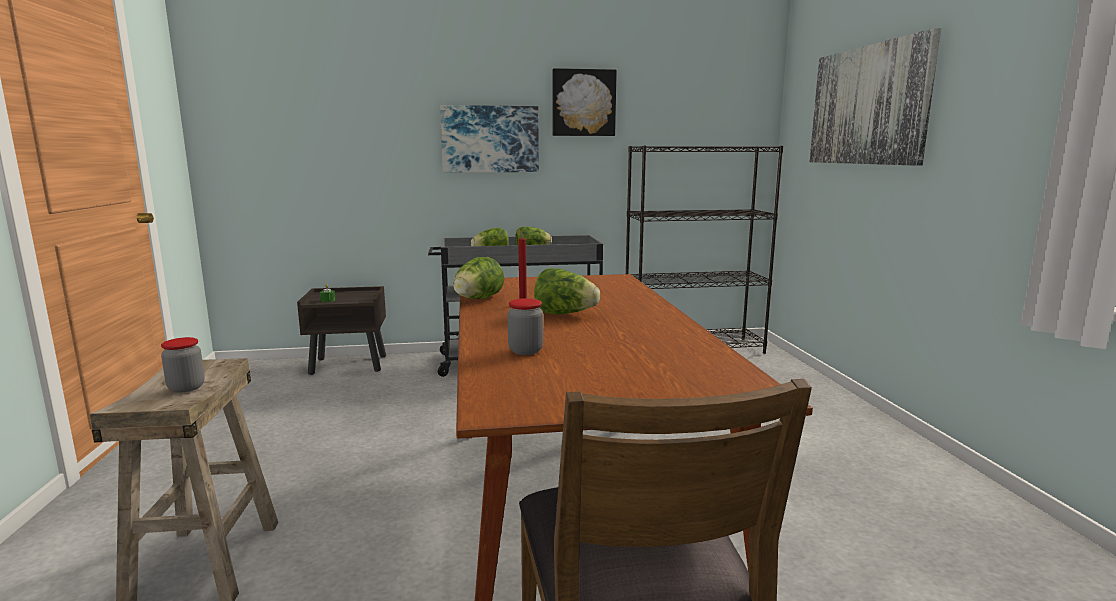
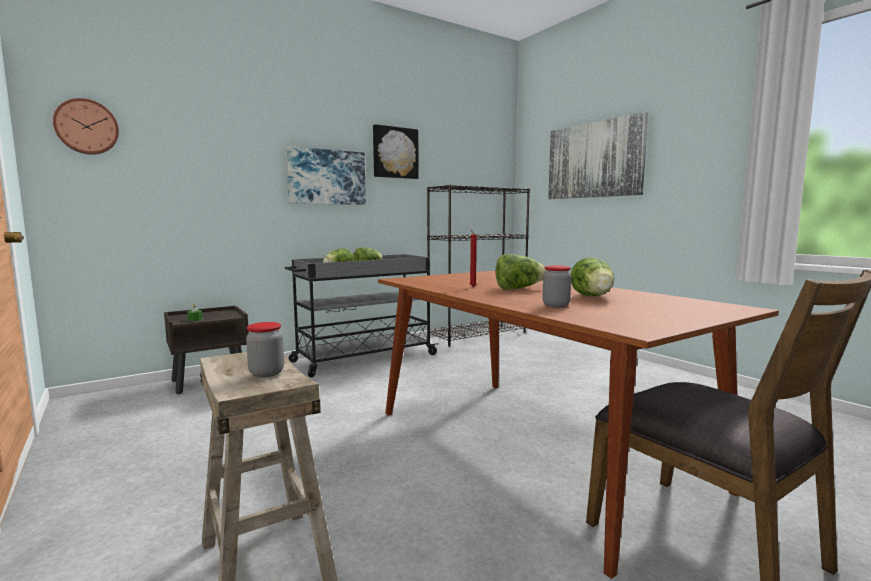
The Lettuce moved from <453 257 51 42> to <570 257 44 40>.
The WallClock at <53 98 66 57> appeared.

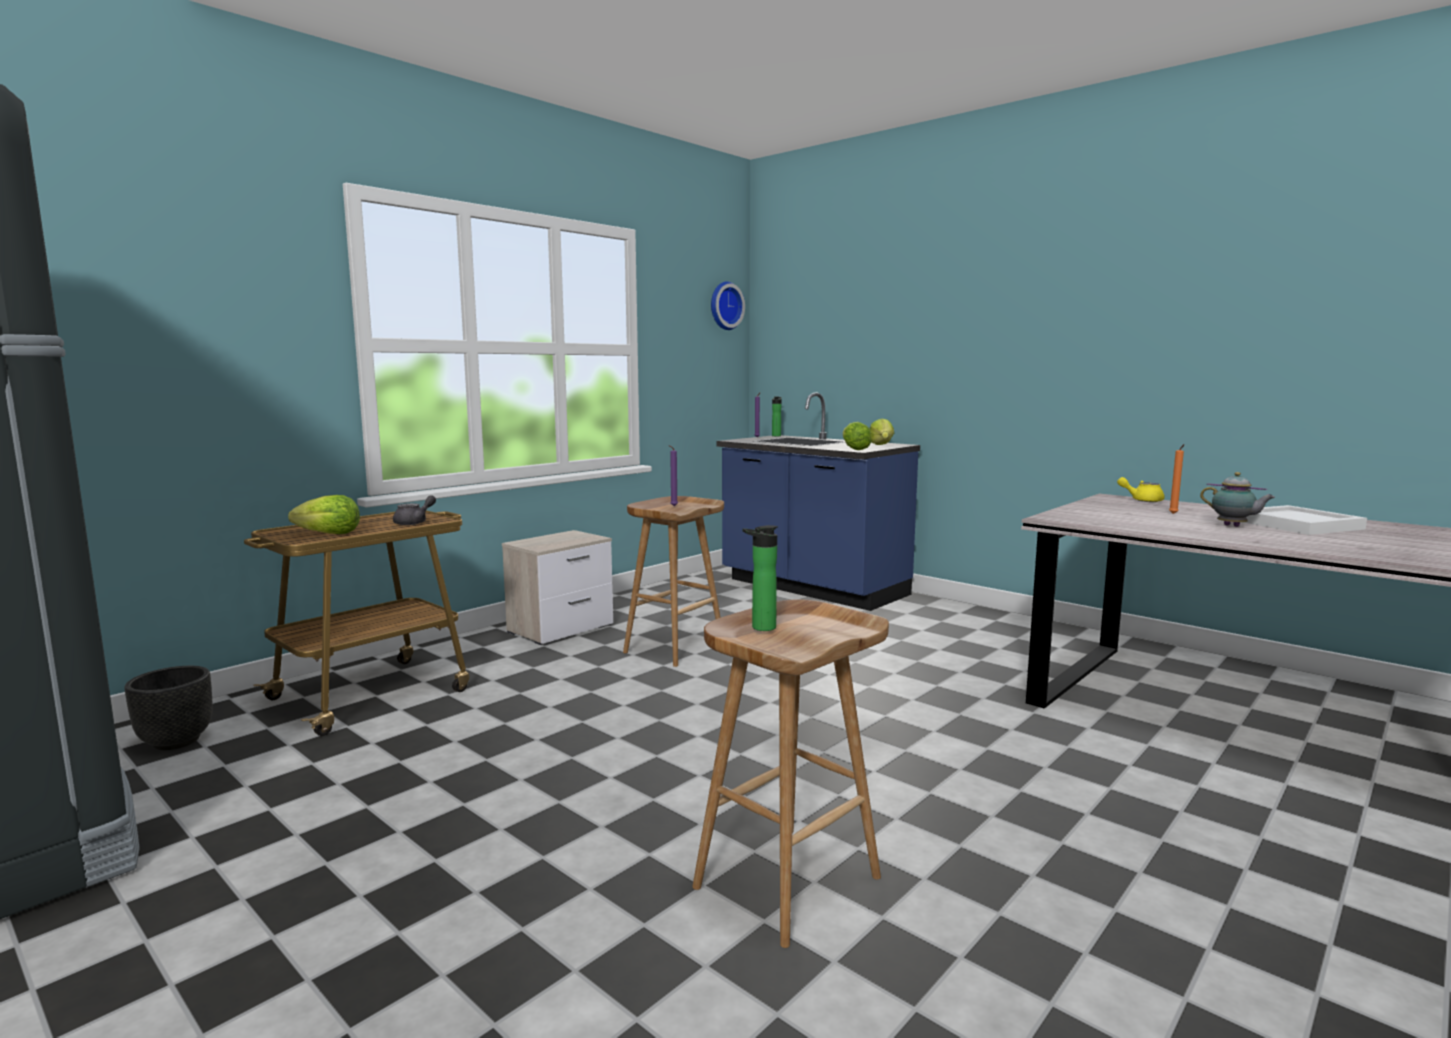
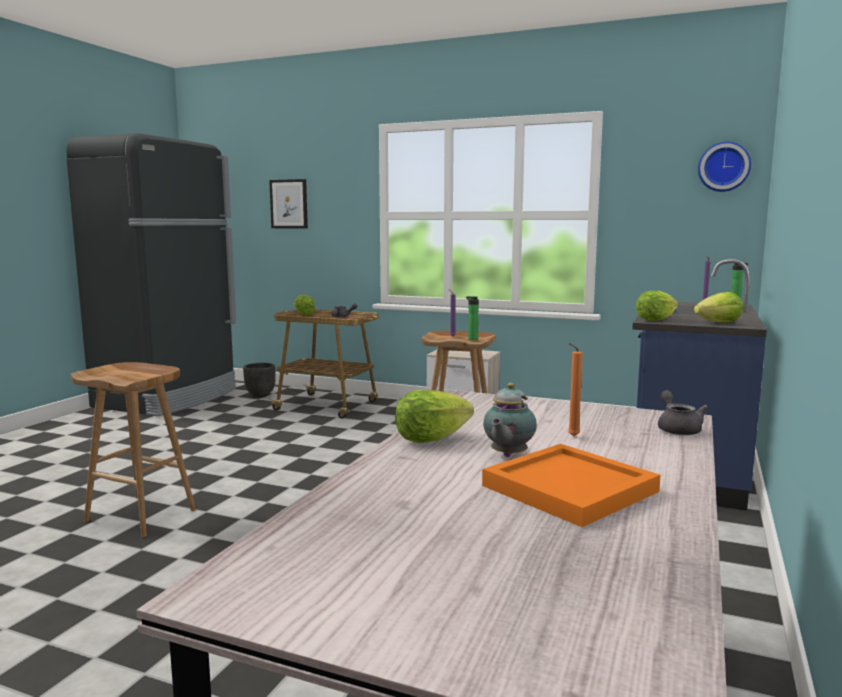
The Bottle moved from <743 525 35 106> to <466 296 13 44>.
The YellowTeapot at <1117 477 48 25> became the GreyTeapot at <658 390 50 45>.
The WhiteTray at <1243 505 124 30> became the OrangeTray at <482 444 178 83>.
The Picture at <269 179 39 49> appeared.
The Lettuce at <395 390 79 53> appeared.

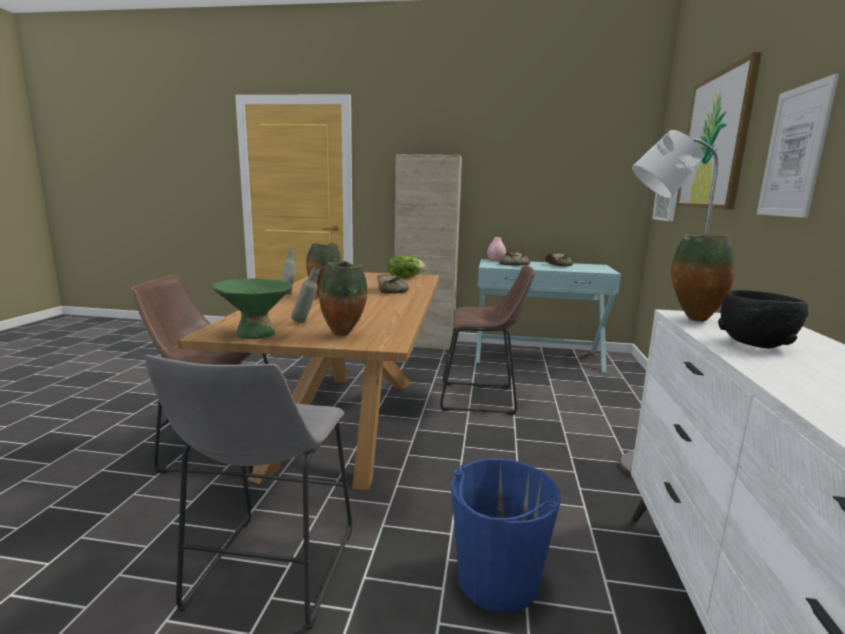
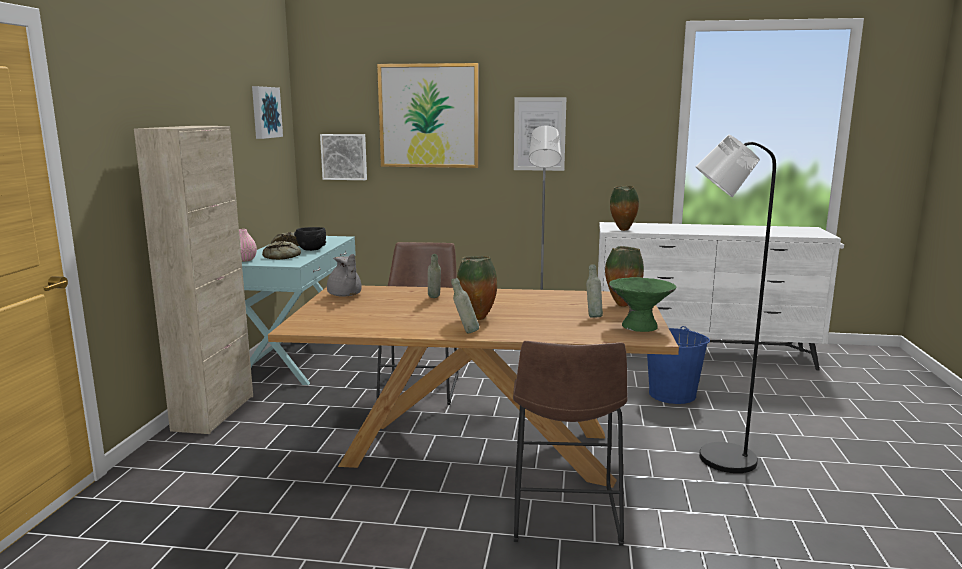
The GreyStool at <145 355 207 275> was replaced by the BlackFloorLamp at <696 134 80 339>.
The Bread at <378 274 31 20> was replaced by the GreyBottle at <428 254 13 44>.
The Lettuce at <388 255 38 22> was replaced by the GreyTeapot at <327 254 35 43>.
The BlackBowl moved from <718 290 90 58> to <294 227 32 24>.
The Picture at <252 86 31 53> appeared.

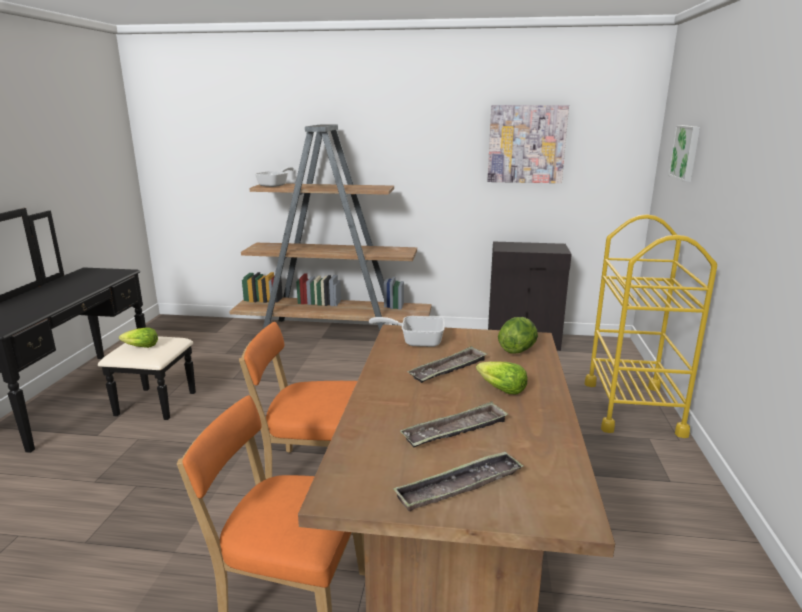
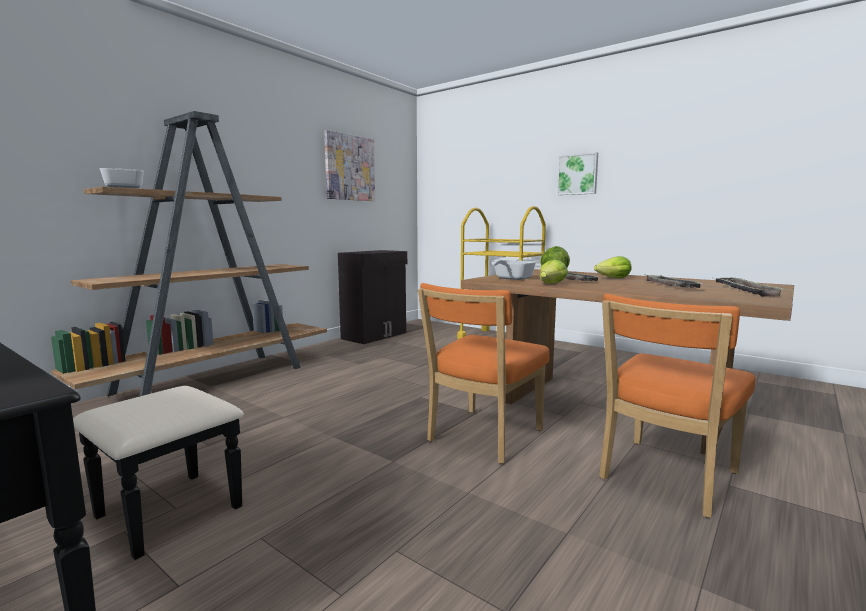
The Lettuce moved from <119 328 39 20> to <540 259 28 25>.
The Picture moved from <668 125 32 57> to <557 152 41 43>.

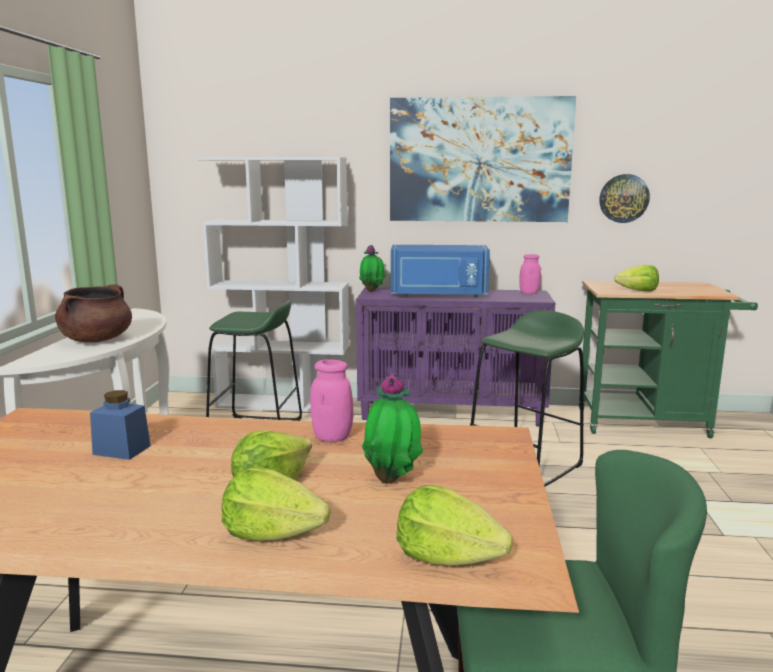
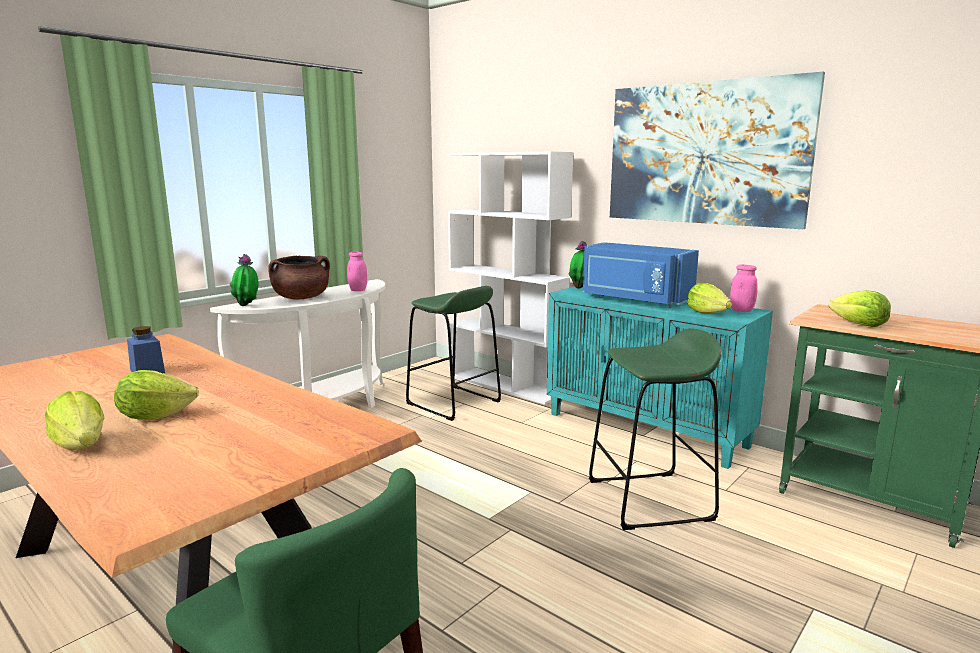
The PinkJar moved from <310 359 43 83> to <347 252 20 39>.
The PurpleCabinet at <356 287 199 140> became the TurquoiseCabinet at <547 287 226 182>.
The PottedPlant moved from <362 373 61 111> to <230 254 28 52>.
The Lettuce moved from <396 485 117 81> to <687 283 45 30>.
The WallClock at <599 174 51 49> disappeared.

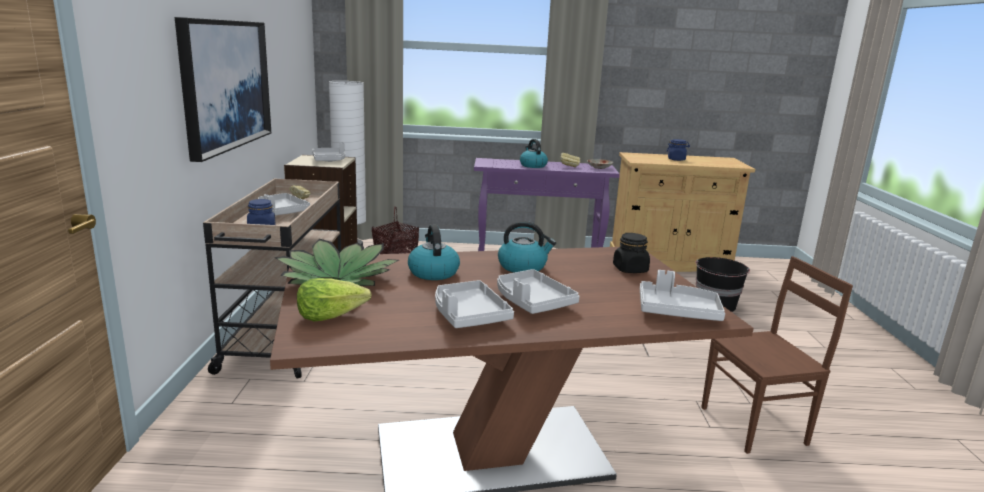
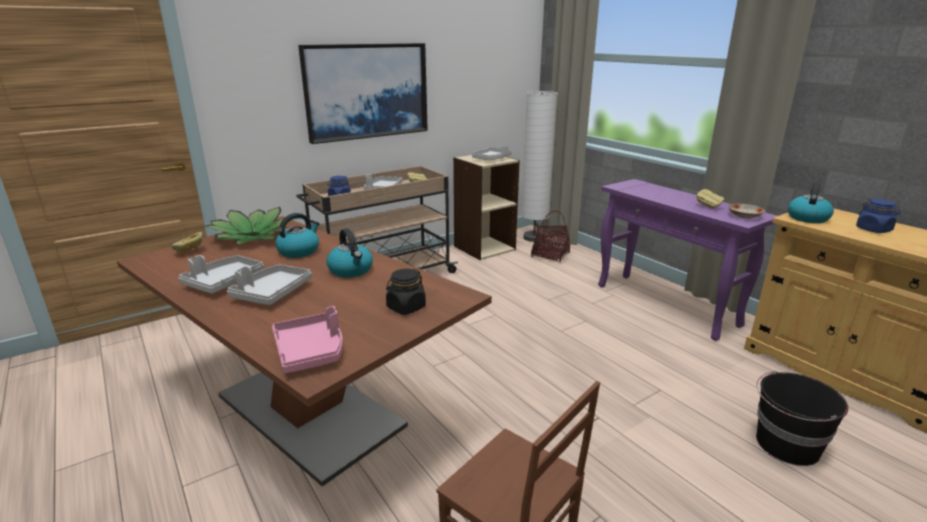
The Lettuce at <297 278 75 43> was replaced by the Bread at <171 232 32 22>.
The Kettle moved from <520 139 28 29> to <788 182 46 41>.
The GreyTray at <640 270 85 51> became the PinkTray at <272 306 71 67>.

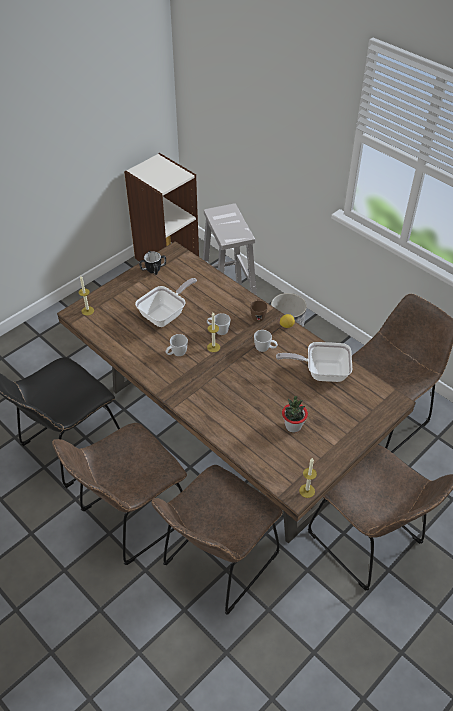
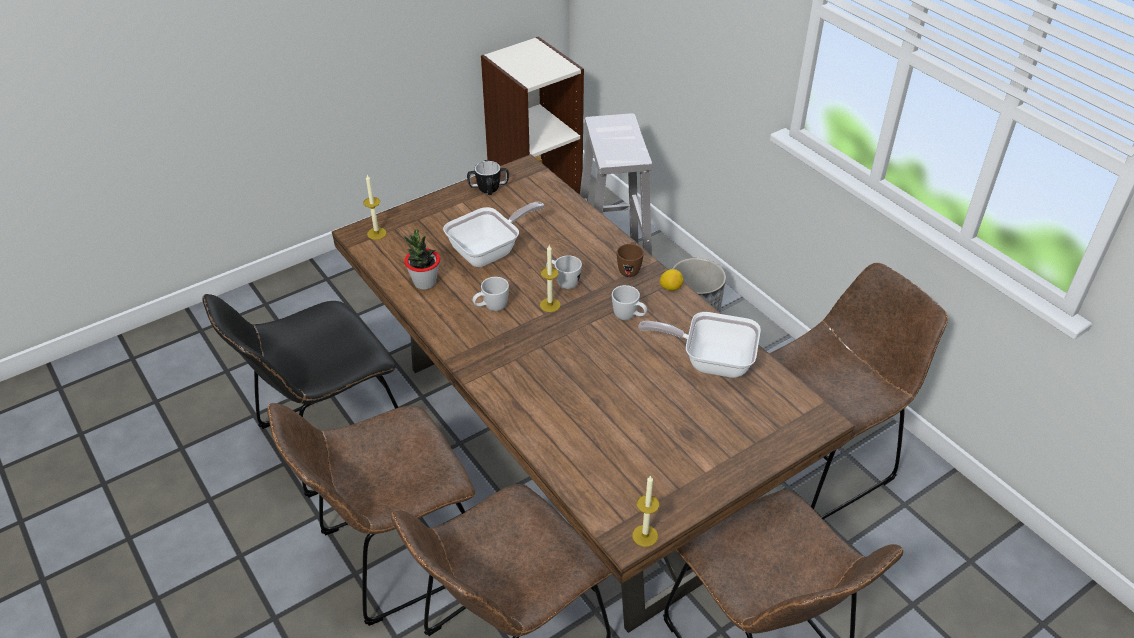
The PottedPlant moved from <282 396 26 37> to <404 230 36 60>.

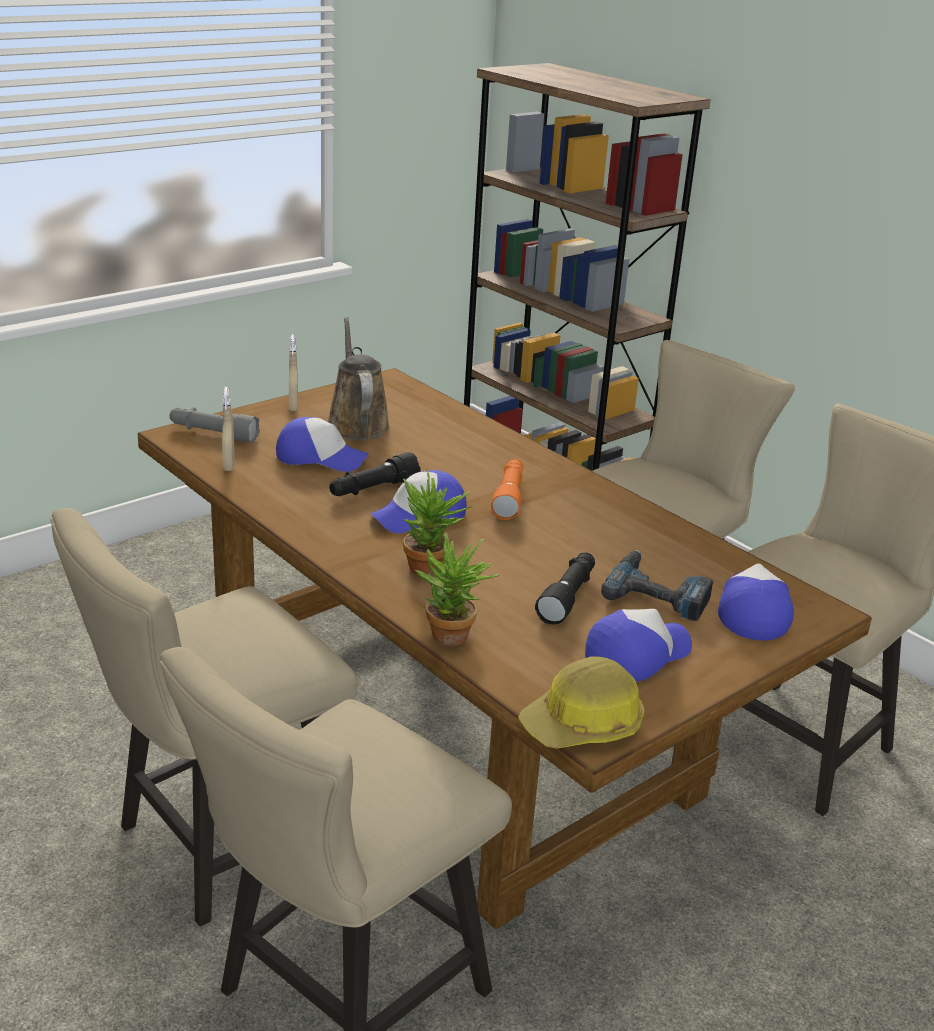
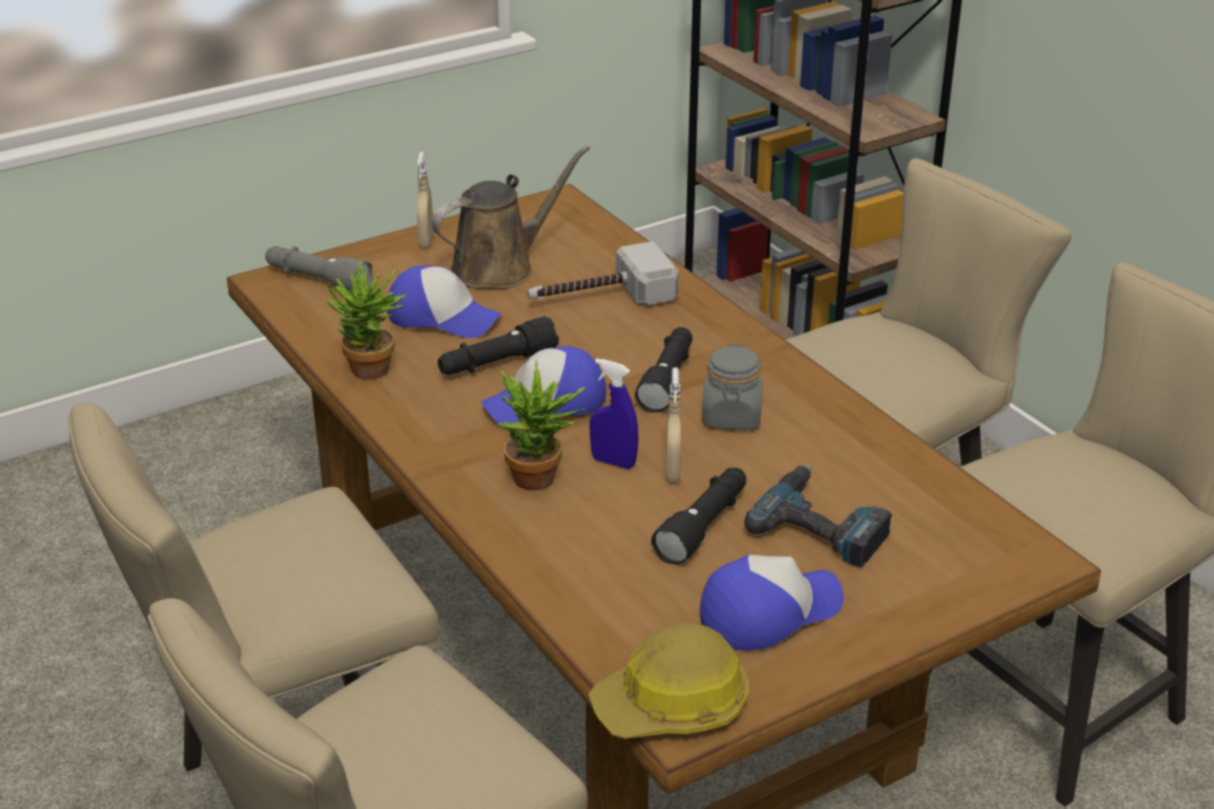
The BeigeSprayBottle moved from <222 387 13 84> to <666 367 15 115>.
The BrownWateringCan at <327 317 64 123> turned 60 degrees clockwise.
The PottedPlant moved from <415 532 85 114> to <326 261 81 119>.
The OrangeFlashlight at <491 459 33 61> became the BlackFlashlight at <635 327 58 86>.
The Cap at <718 563 76 78> disappeared.
The Hammer at <527 241 152 65> appeared.
The BlueSprayBottle at <590 358 48 111> appeared.
The GreyJar at <702 344 61 86> appeared.

